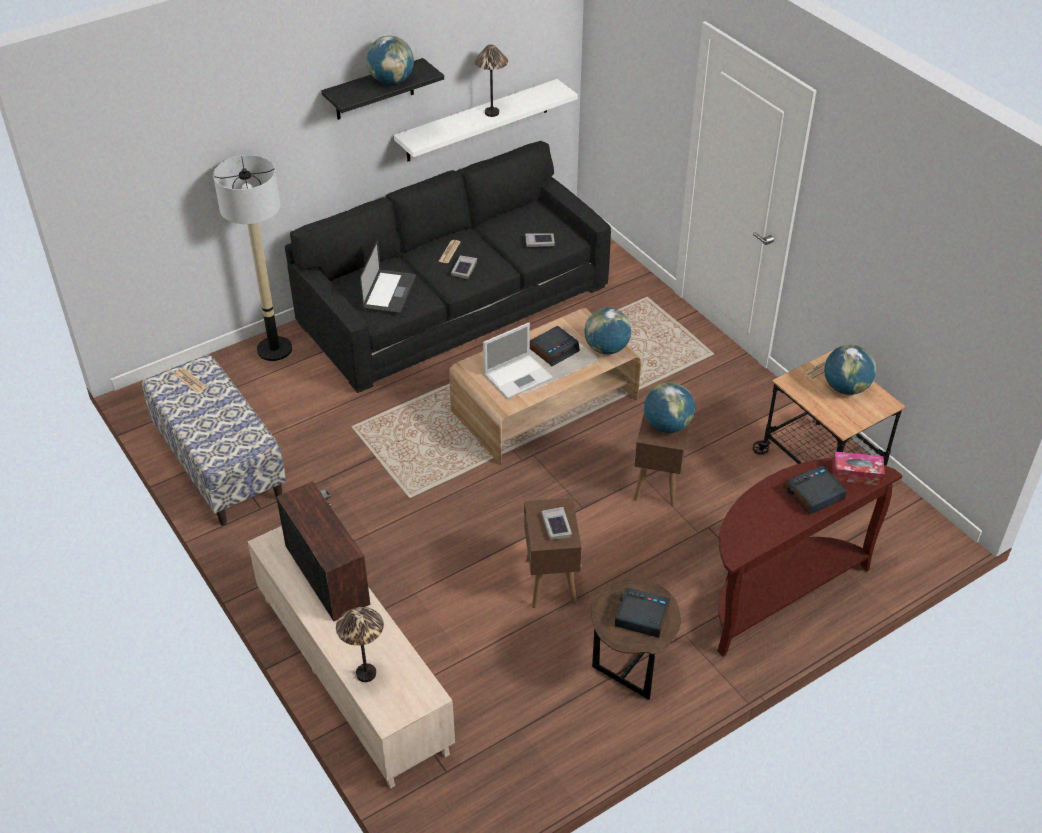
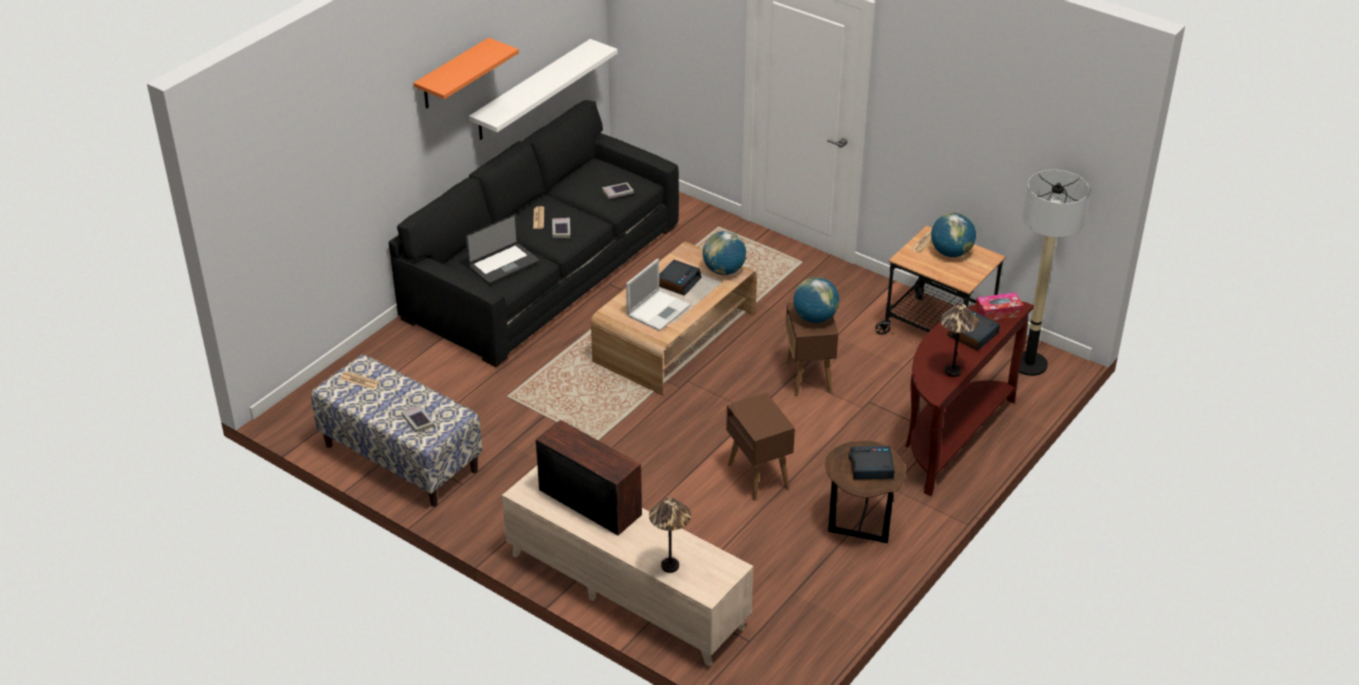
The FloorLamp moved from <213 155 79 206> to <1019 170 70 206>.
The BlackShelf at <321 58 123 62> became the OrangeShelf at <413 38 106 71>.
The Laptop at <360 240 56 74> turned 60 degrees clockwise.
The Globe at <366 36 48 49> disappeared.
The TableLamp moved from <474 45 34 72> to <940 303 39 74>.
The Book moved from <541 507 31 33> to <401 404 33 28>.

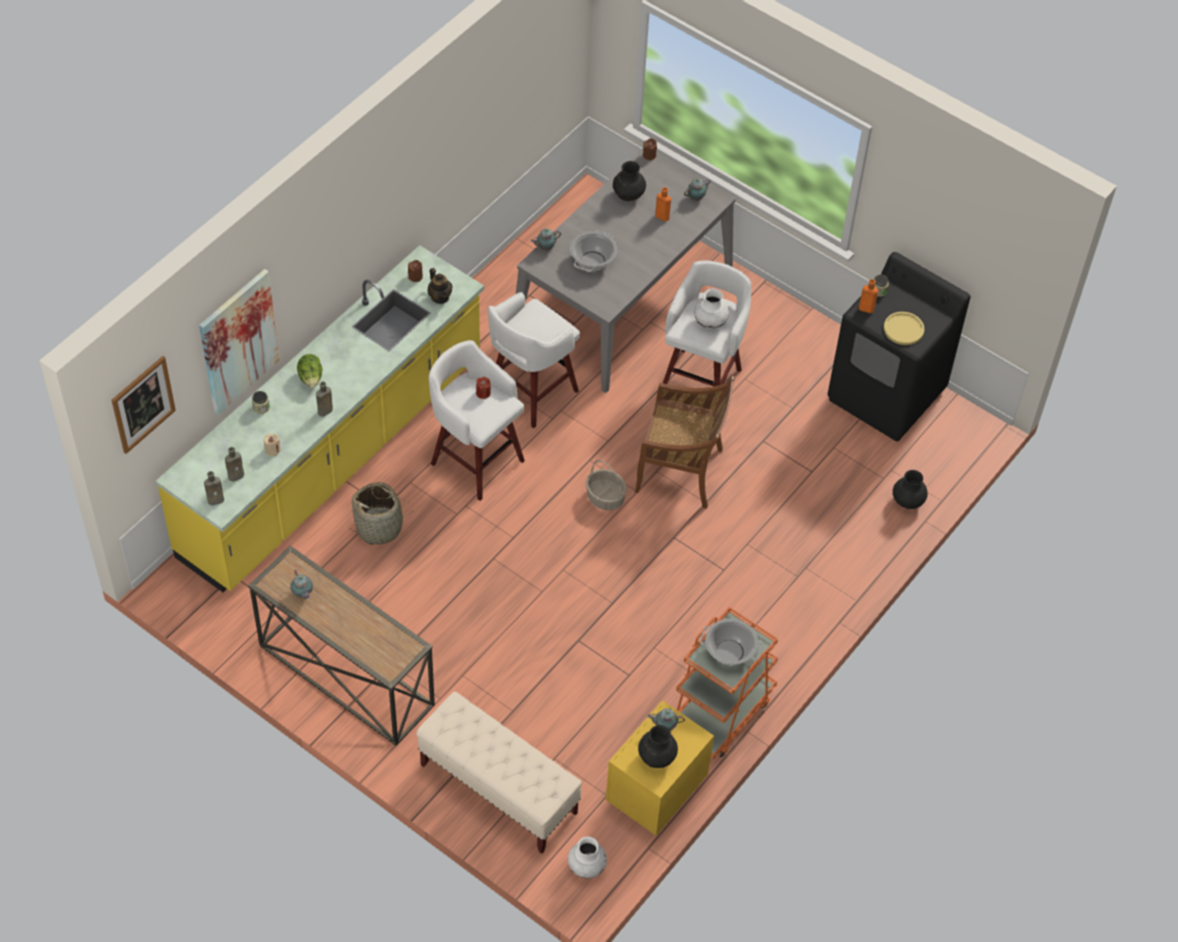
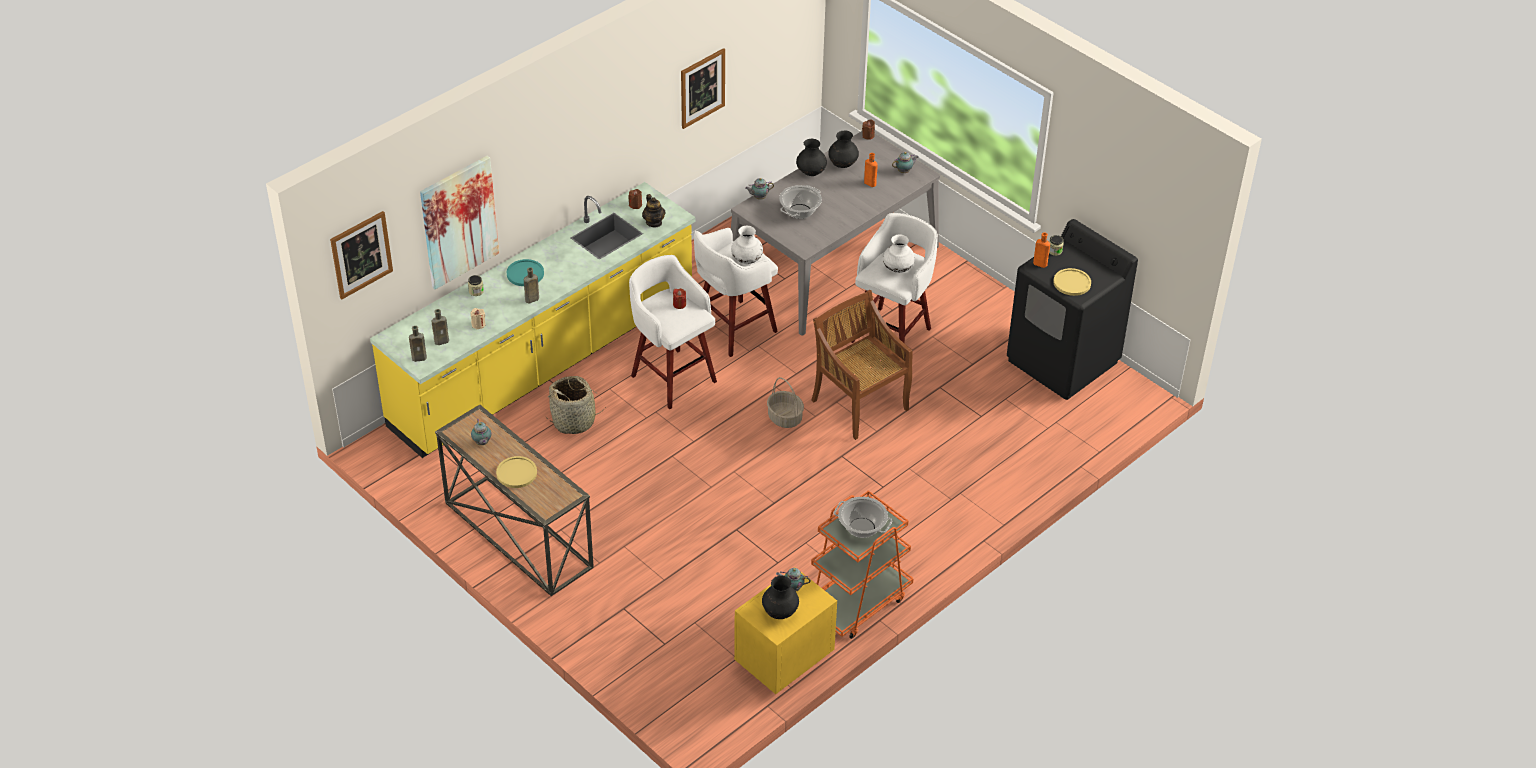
The Lettuce at <297 354 26 34> was replaced by the TurquoisePlate at <507 259 37 27>.
The BeigeBench at <416 692 166 162> disappeared.
The WhiteVase moved from <568 837 39 42> to <731 226 32 39>.
The BrownChair at <635 376 100 133> turned 150 degrees counterclockwise.
The BlackVase moved from <893 470 35 39> to <796 139 31 37>.
The YellowPlate at <496 456 41 32> appeared.
The Picture at <681 48 44 81> appeared.

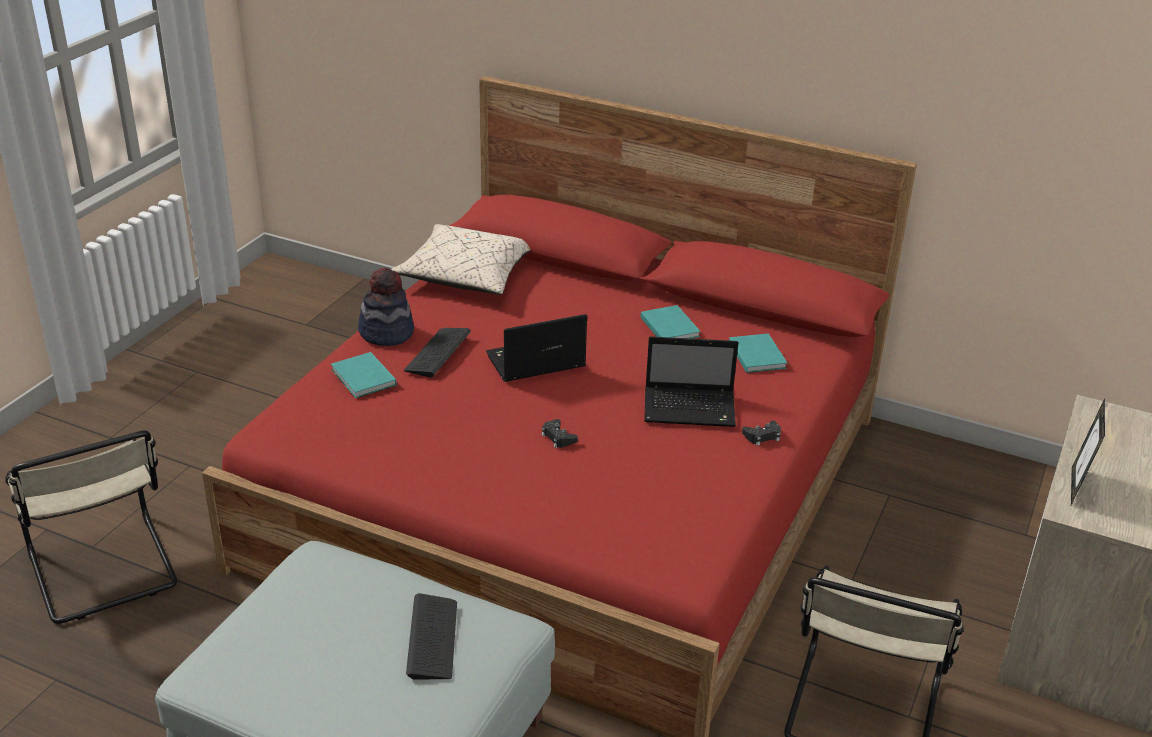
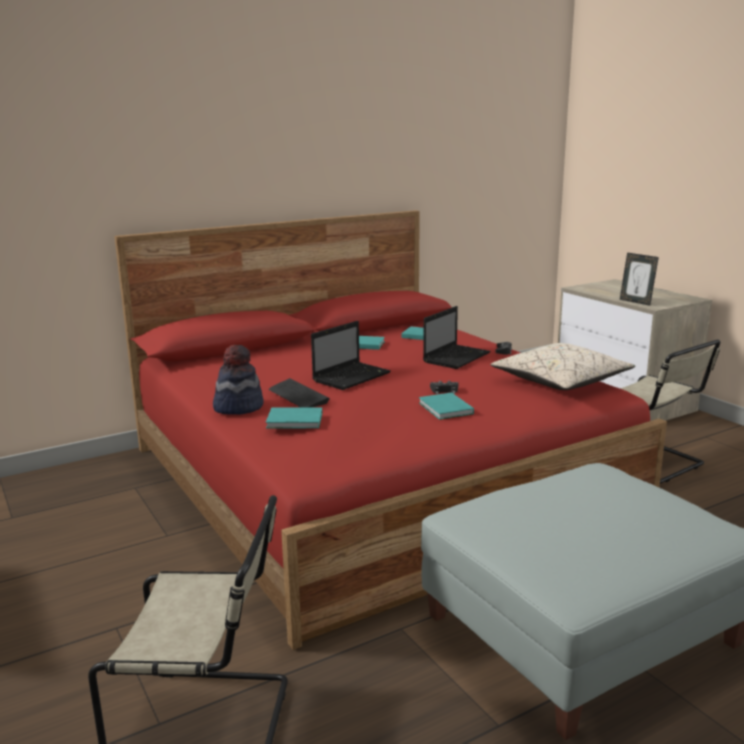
The BeigePillow moved from <391 224 139 71> to <490 343 145 47>.
The Keyboard at <406 593 51 86> disappeared.
The Laptop at <486 314 101 68> turned 150 degrees counterclockwise.
The TurquoiseBook at <419 392 55 28> appeared.

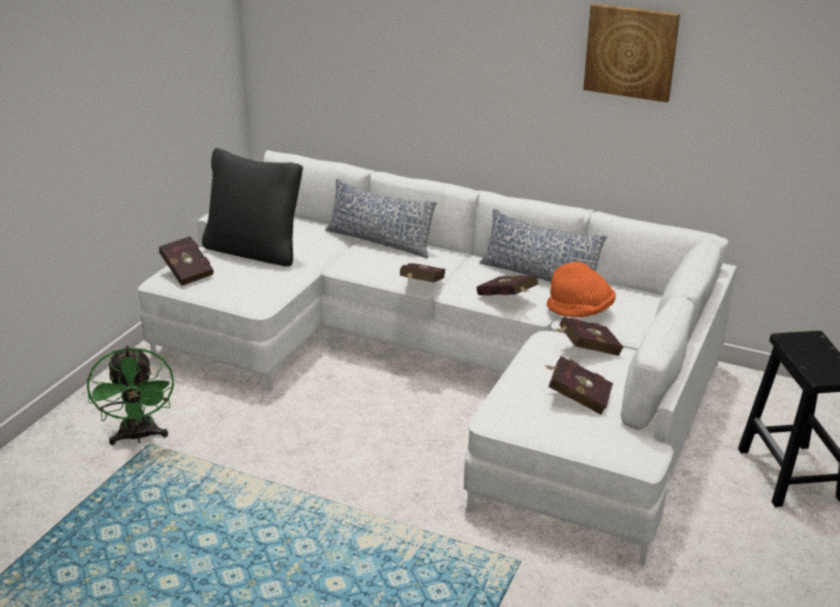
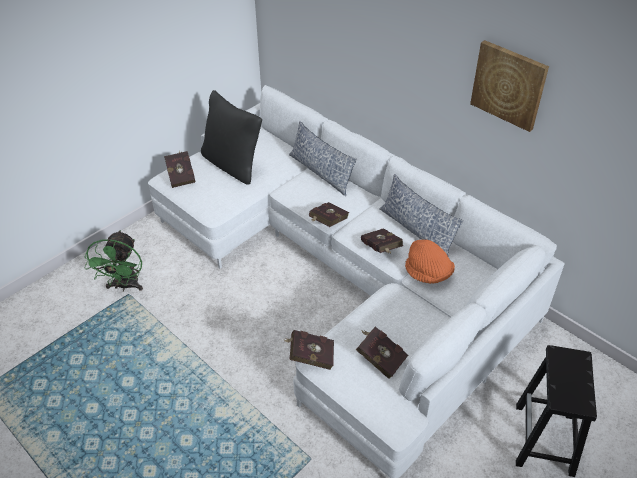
The RedBook moved from <555 317 69 39> to <284 330 50 40>.

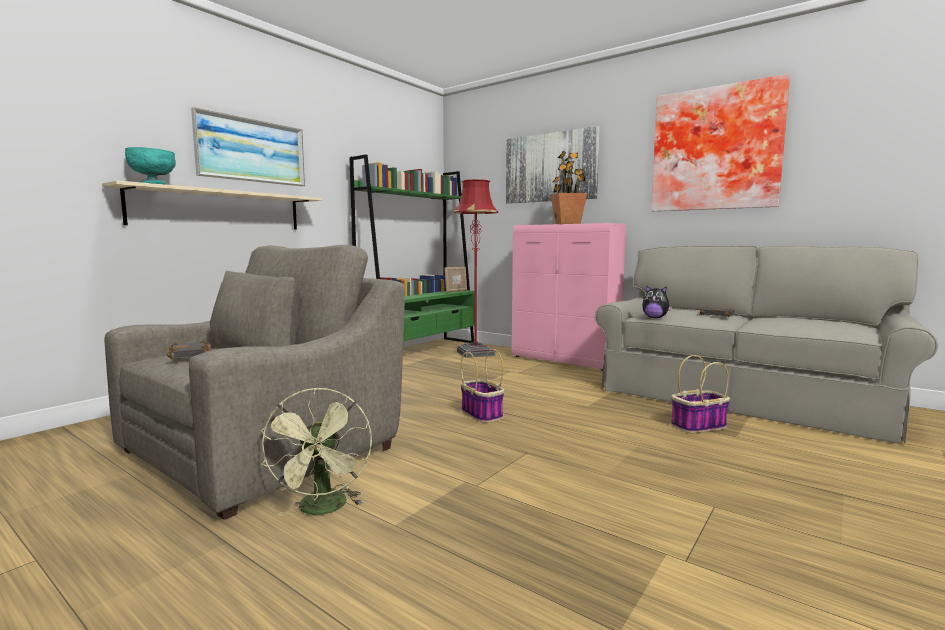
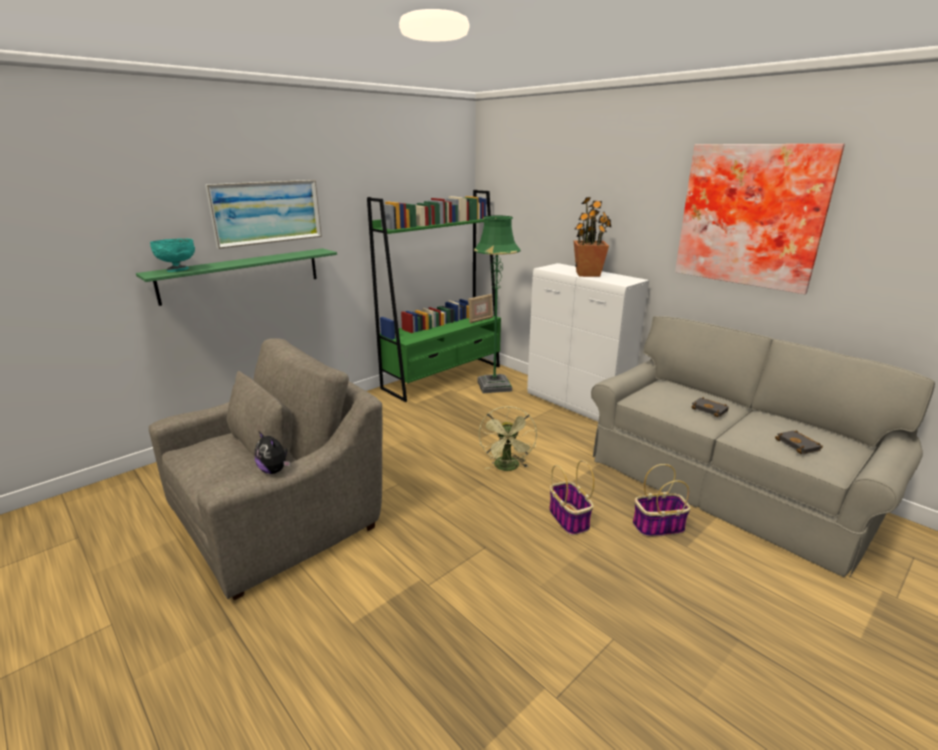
The BeigeShelf at <102 180 220 49> became the GreenShelf at <136 248 201 58>.
The BlackBook moved from <167 340 44 20> to <775 430 48 25>.
The GreenFan moved from <260 387 112 129> to <479 406 58 65>.
The RedFloorLamp at <453 179 45 179> became the GreenFloorLamp at <474 216 46 177>.
The Basket moved from <461 349 43 74> to <549 460 45 75>.
The Picture at <506 126 94 78> disappeared.
The PinkCabinet at <512 223 114 148> became the WhiteCabinet at <527 263 122 159>.
The PlushToy moved from <642 285 30 33> to <255 431 36 43>.

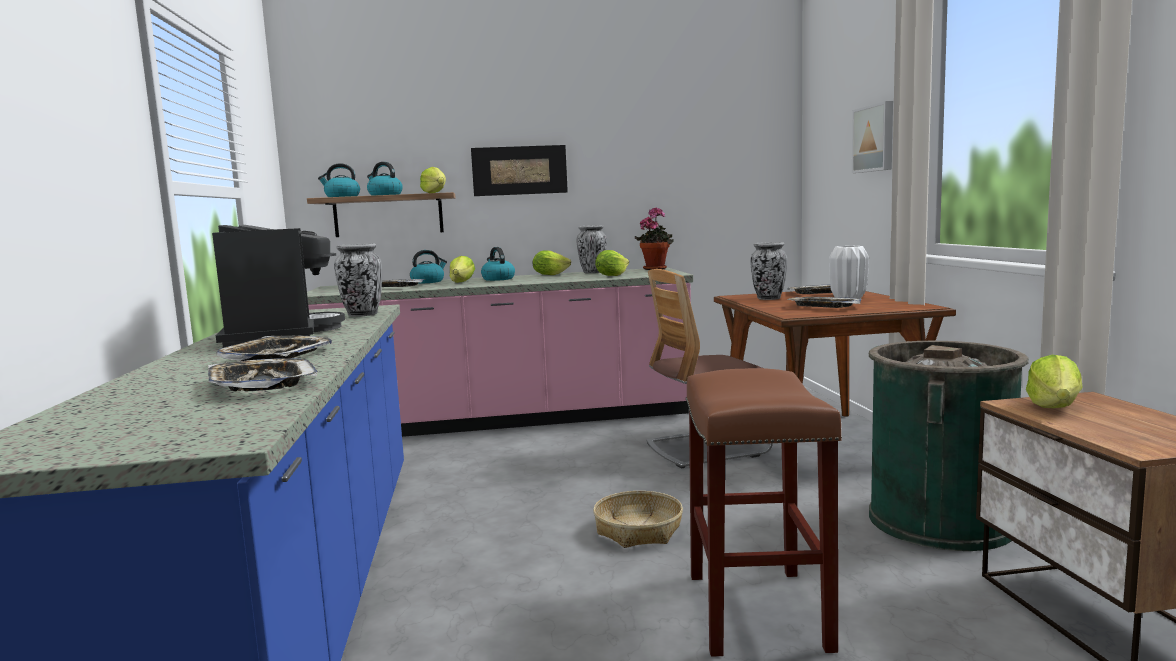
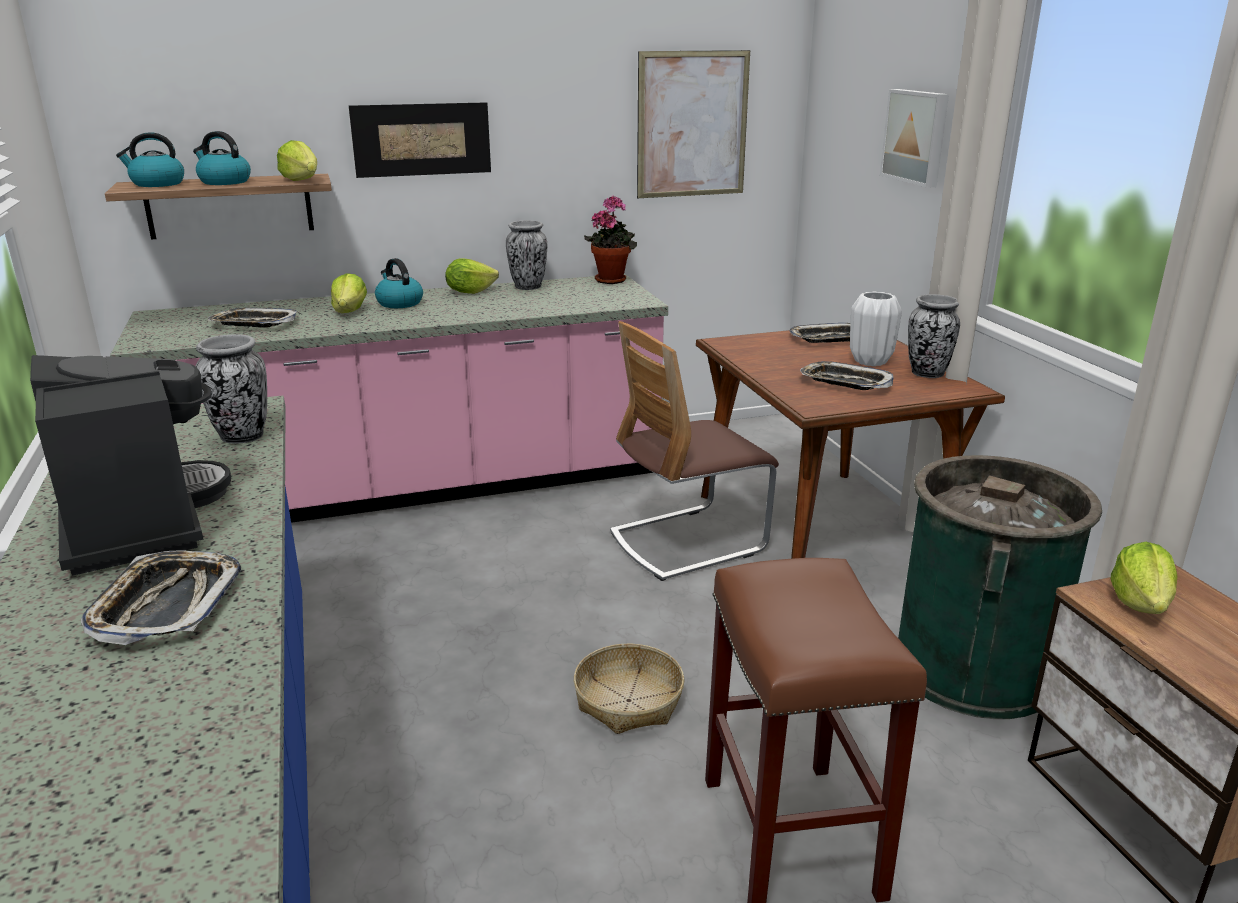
The Tray at <208 358 110 33> disappeared.
The Kettle at <410 250 37 34> disappeared.
The Lettuce at <595 250 34 26> disappeared.
The Vase moved from <750 242 38 58> to <908 294 52 84>.
The Picture at <637 50 113 148> appeared.

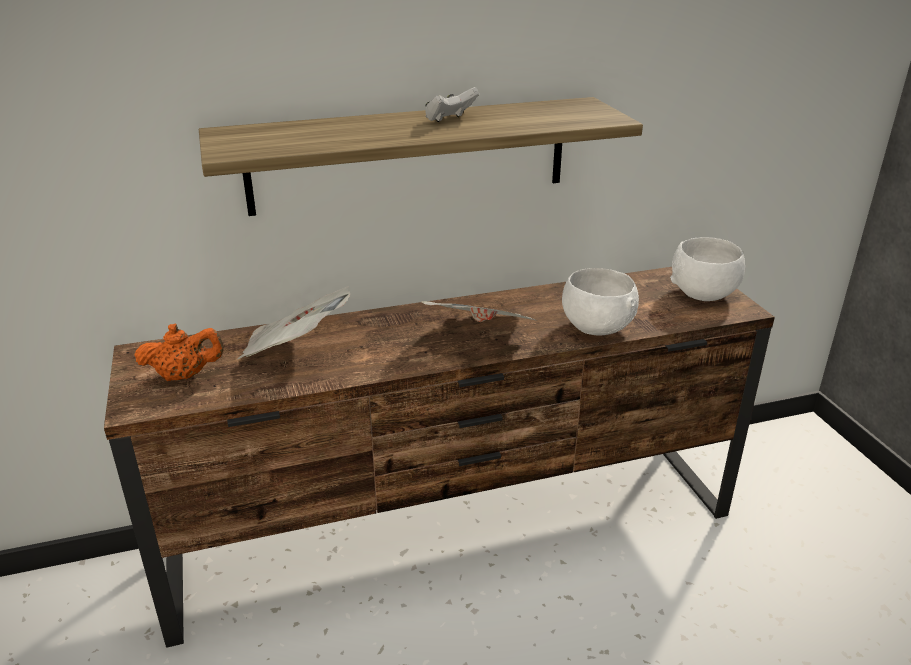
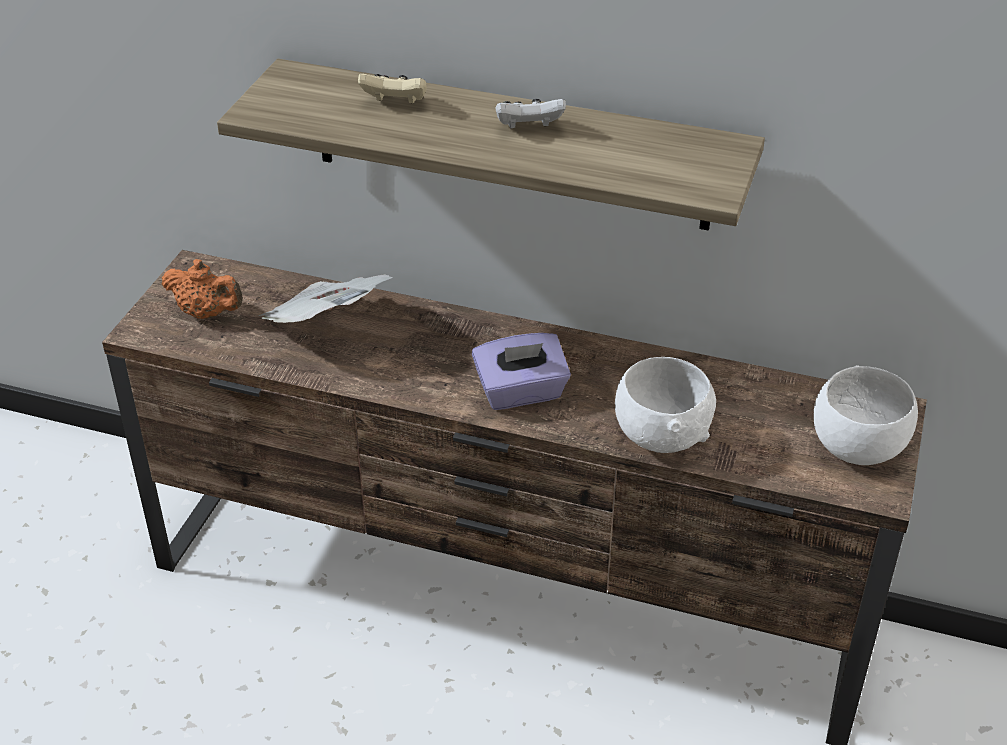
The Newspaper at <421 301 117 21> was replaced by the PurpleTissueBox at <472 333 99 77>.
The BeigeGameController at <358 73 69 31> appeared.

